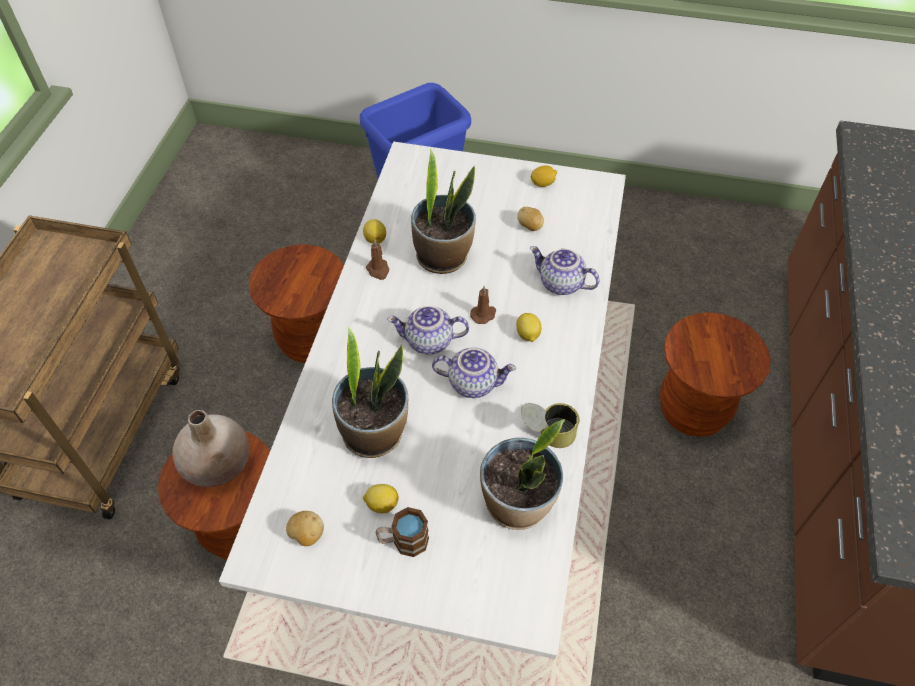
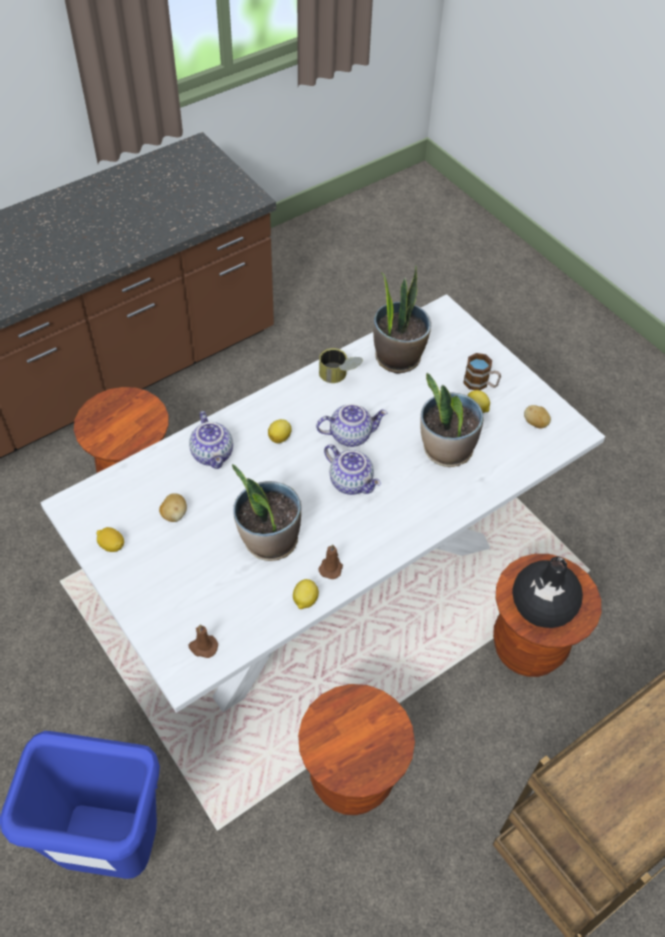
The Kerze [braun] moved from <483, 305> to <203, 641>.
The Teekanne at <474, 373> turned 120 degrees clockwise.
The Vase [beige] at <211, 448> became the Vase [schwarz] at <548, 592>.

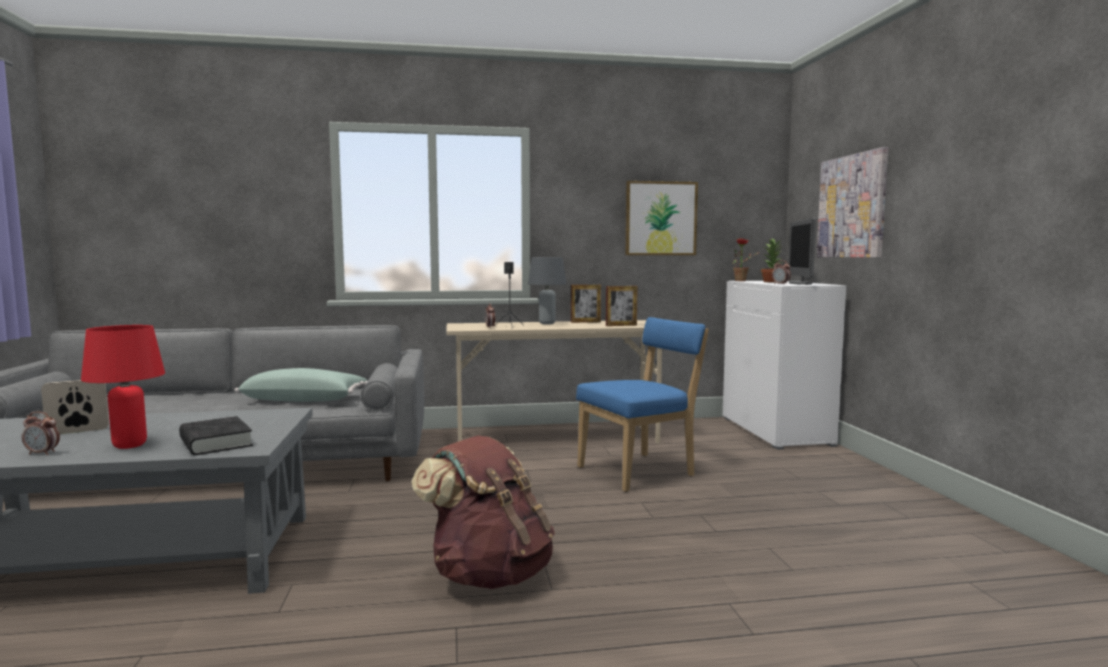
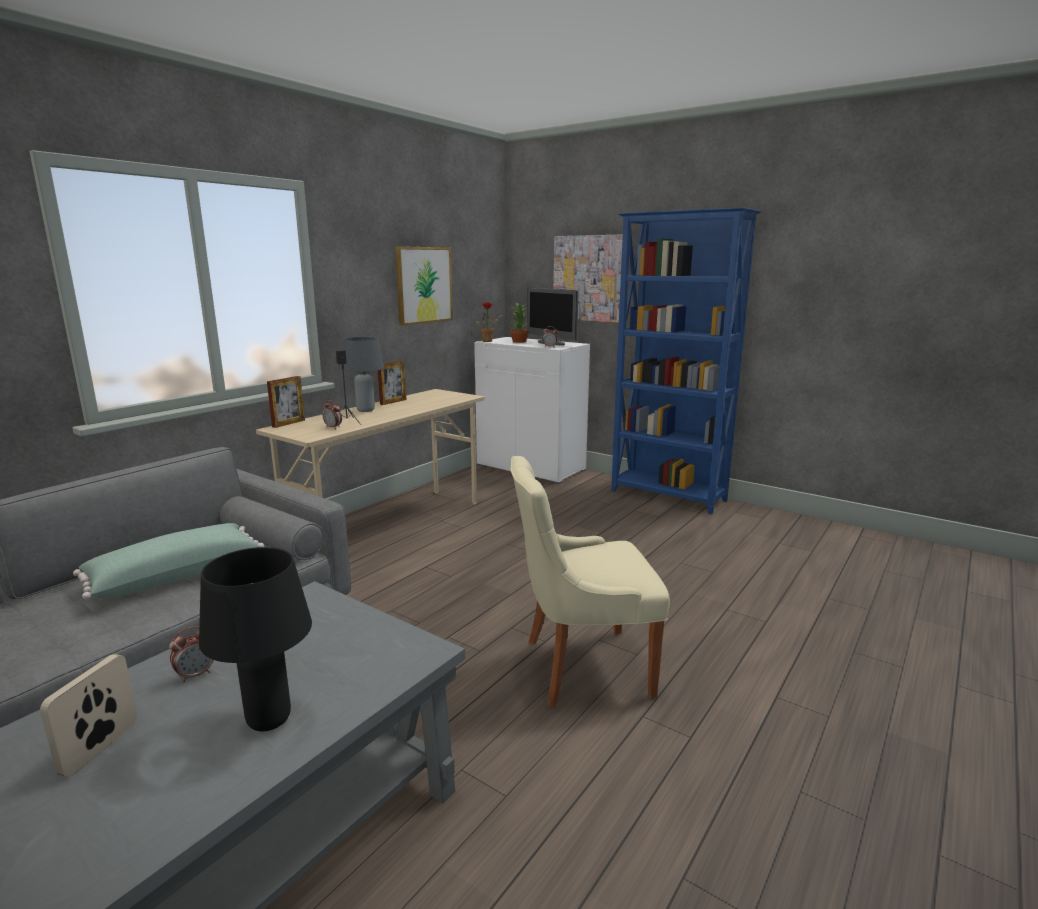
The Wecker moved from <41, 433> to <191, 654>.
The Tischlampe [rot] at <123, 387> became the Tischlampe [schwarz] at <255, 639>.
The Bilderrahmen moved from <622, 306> to <286, 402>.
The Rucksack [braun] at <483, 512> was replaced by the Stuhl [beige] at <590, 581>.
The Bücherregal [blau] at <686, 360> appeared.
The Buch [schwarz] at <216, 435> disappeared.
The Stuhl [blau] at <642, 404> disappeared.

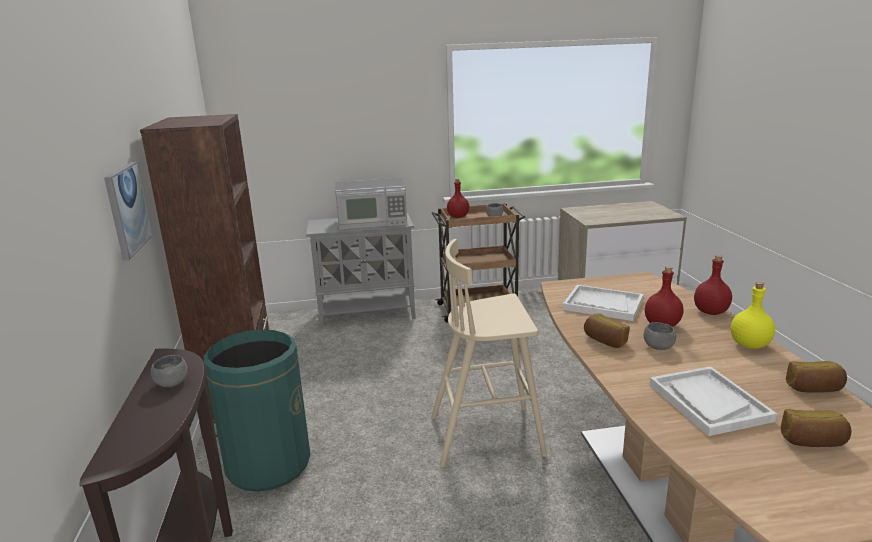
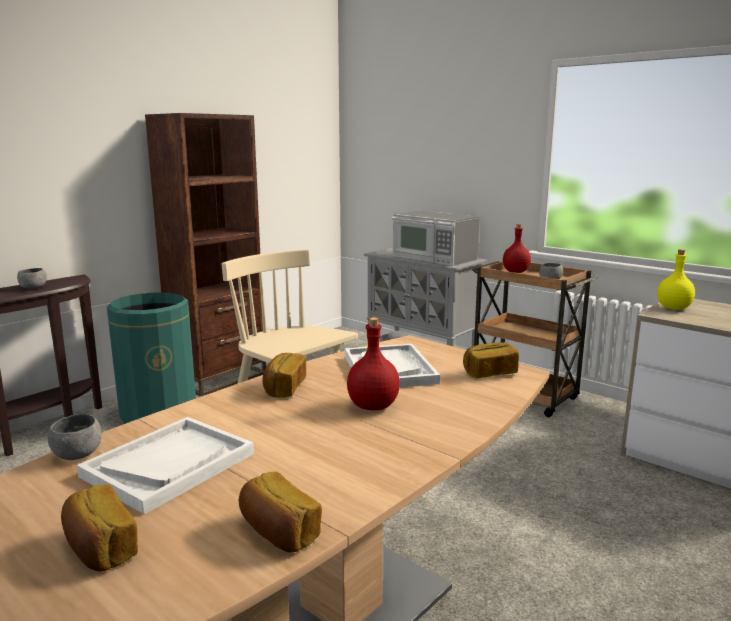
The Schüssel [grau] moved from <660, 336> to <74, 437>.
The Brot at <491, 360> appeared.
The Flasche [gelb] moved from <753, 315> to <676, 279>.
The Bild at <128, 211> disappeared.
The Flasche [rot] at <713, 285> disappeared.

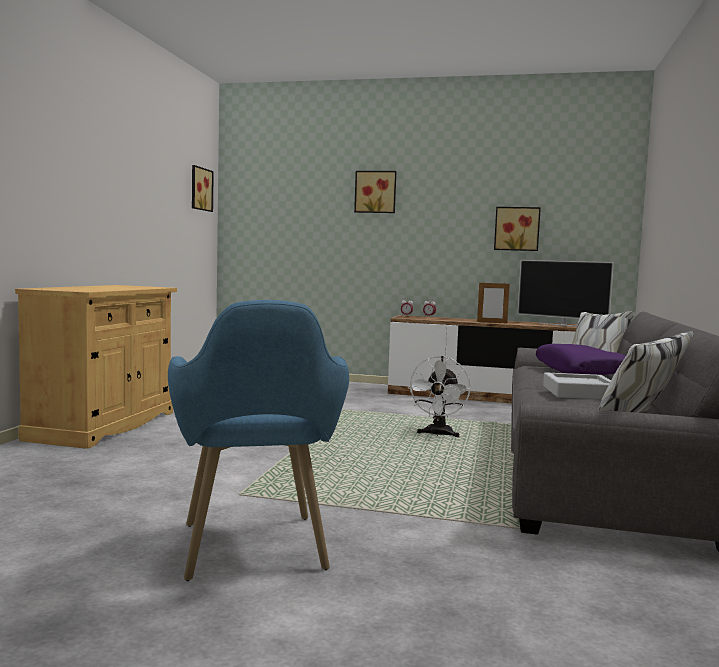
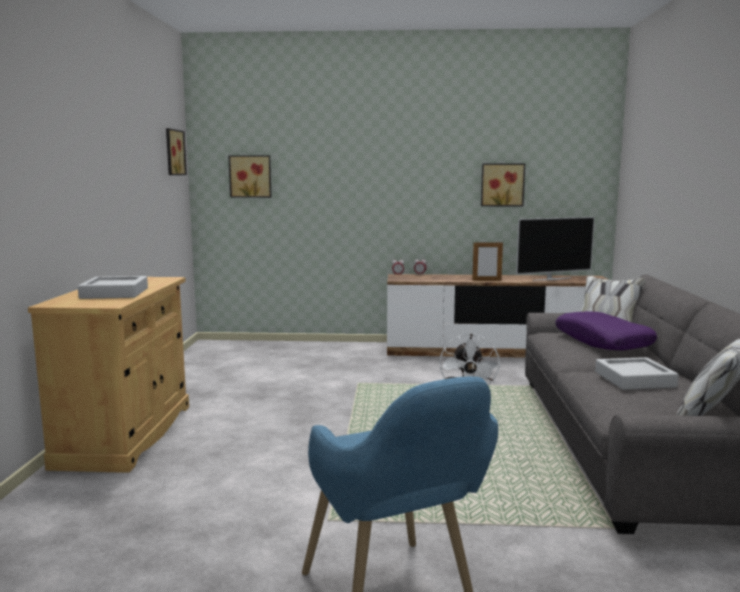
The Tablett [grau] at <113, 287> appeared.
The Bild moved from <375, 192> to <249, 176>.
The Fernseher at <565, 293> turned 45 degrees counterclockwise.

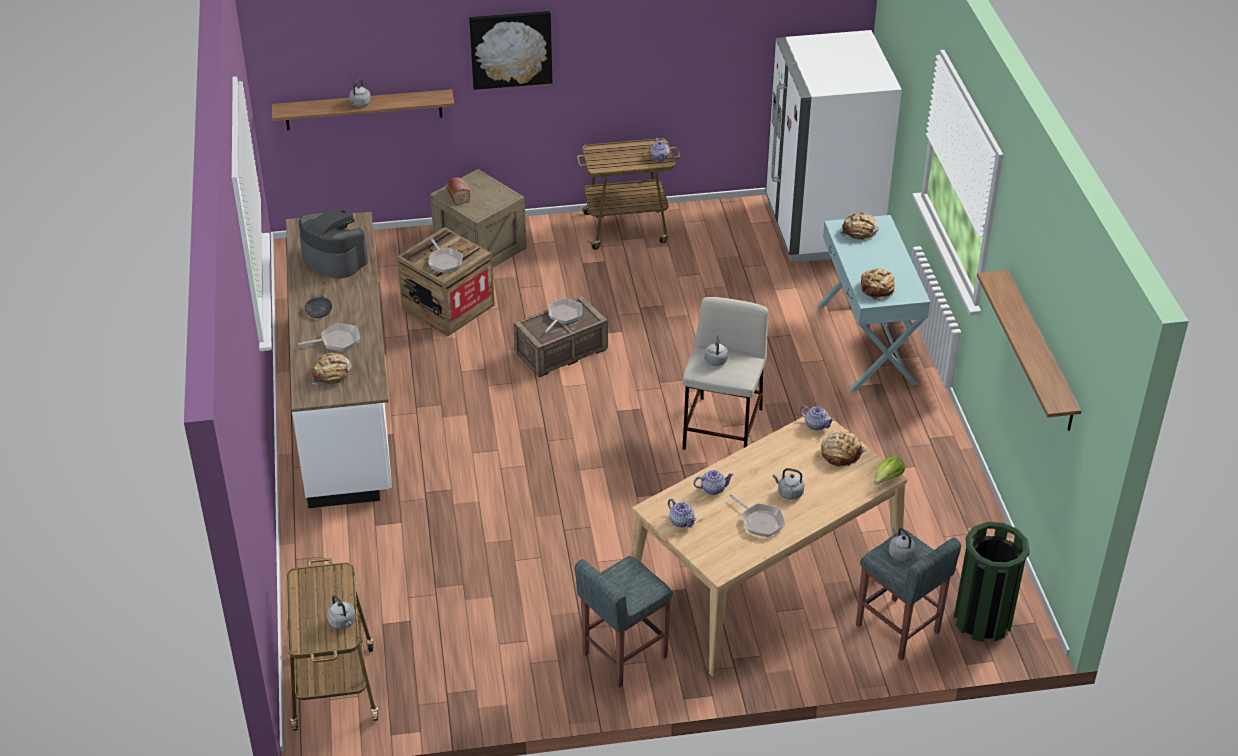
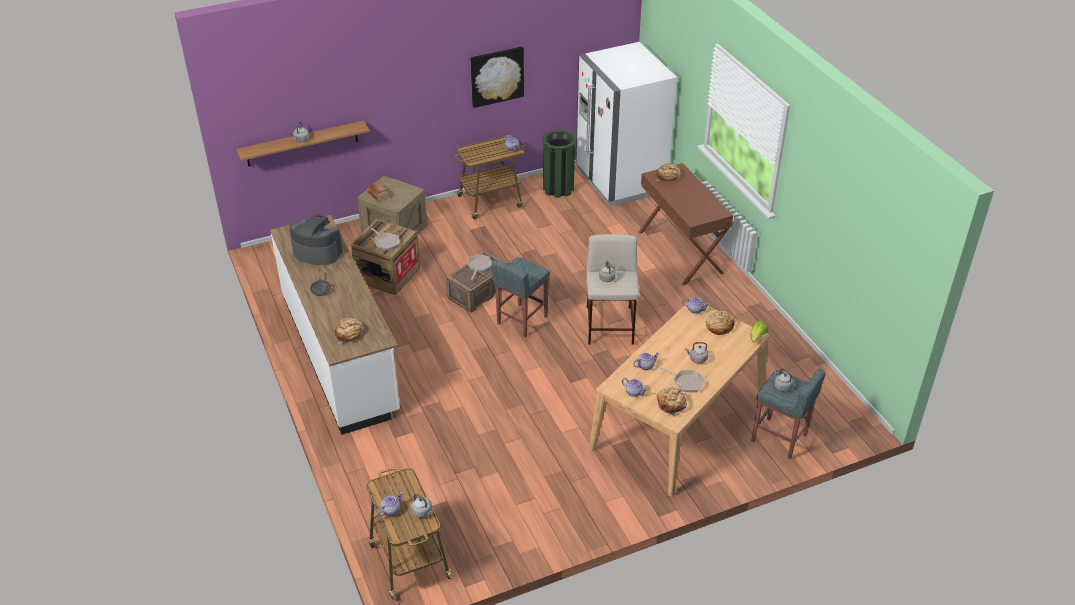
The Teekanne at <390, 504> appeared.
The Bild moved from <511, 50> to <497, 77>.
The Hocker [grau] moved from <624, 622> to <521, 297>.
The Mülleimer [grün] moved from <992, 582> to <559, 164>.
The Konsolentisch [türkis] at <874, 303> became the Konsolentisch [braun] at <686, 224>.
The Brot moved from <878, 284> to <672, 402>.
The Pfanne at <329, 337> disappeared.
The Wandregal at <1029, 350> disappeared.

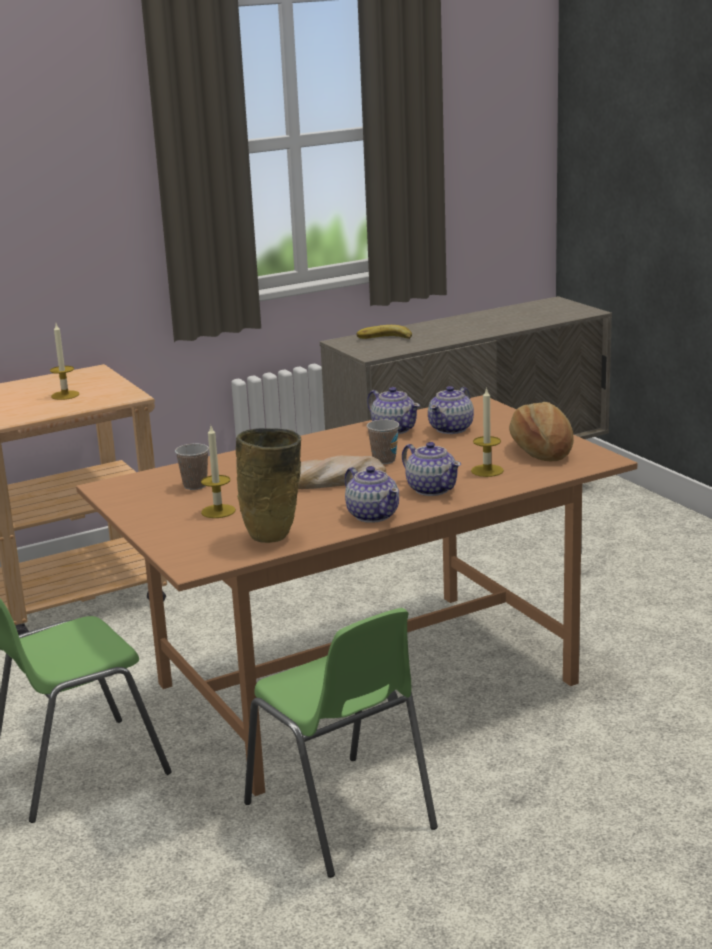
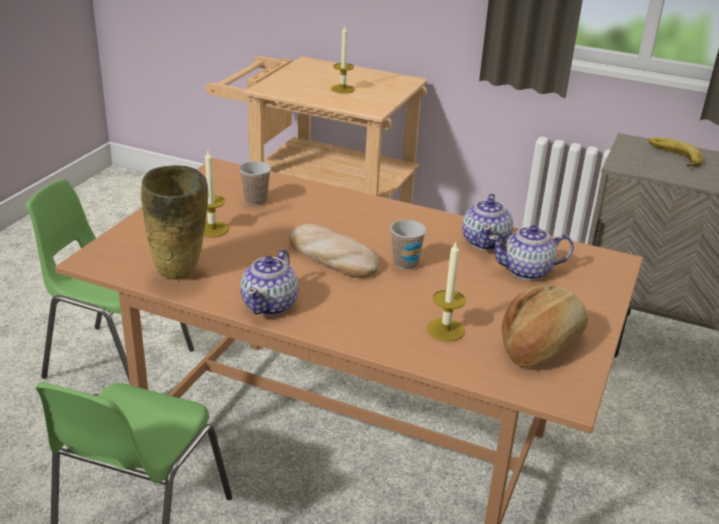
The Teekanne at <431, 469> disappeared.

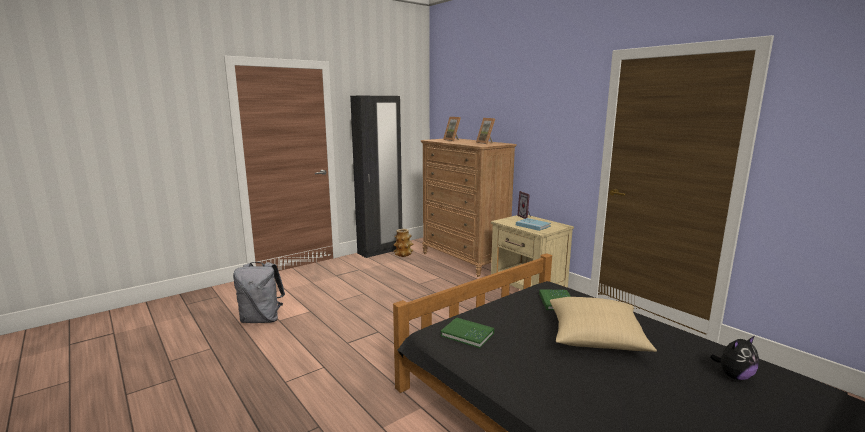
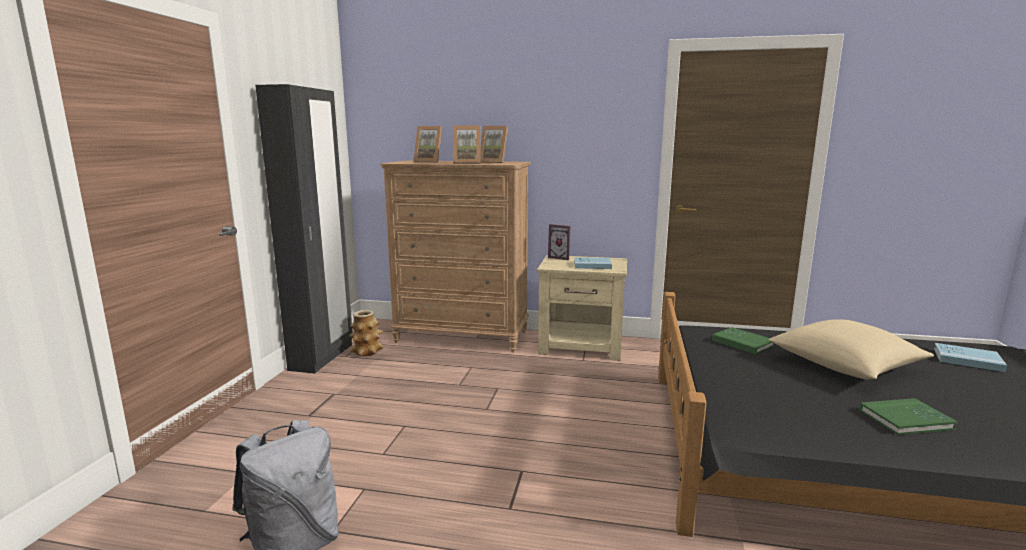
The Bilderrahmen at <466, 145> appeared.
The Buch [grün] moved from <467, 332> to <908, 416>.
The Plüschtier at <734, 358> was replaced by the Buch [blau] at <970, 357>.

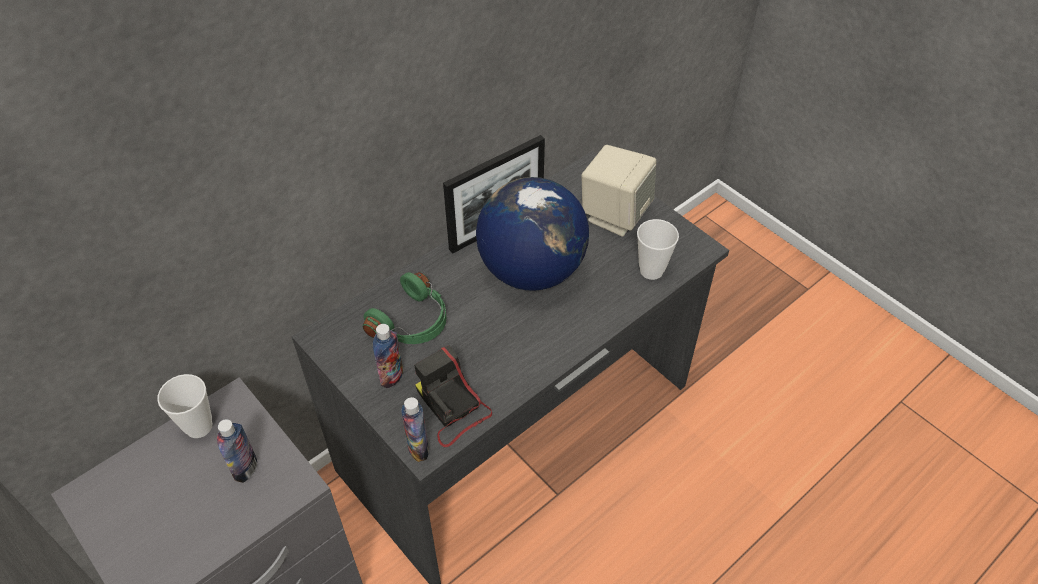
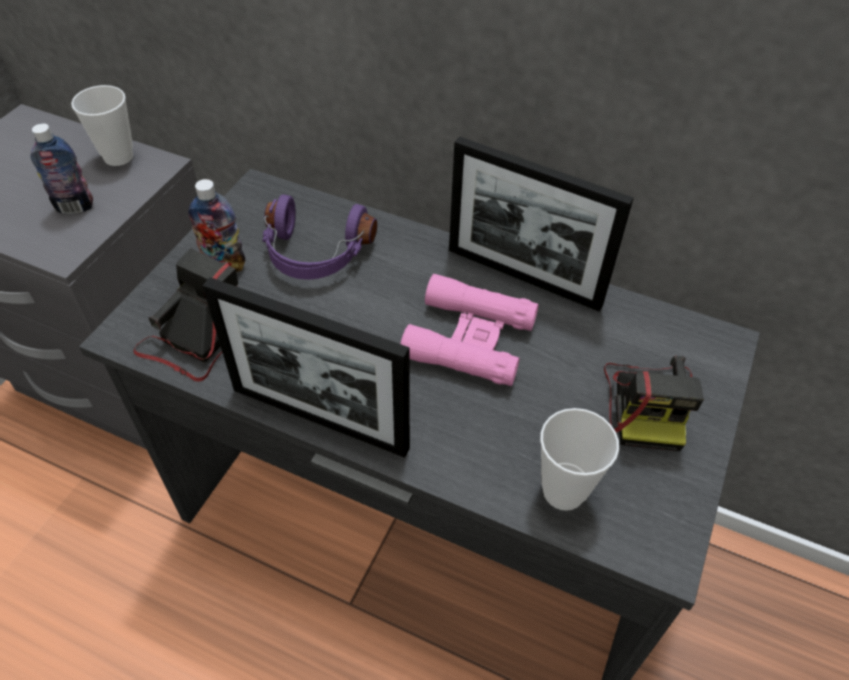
The Bilderrahmen at <306, 367> appeared.
The Kopfhörer [grün] at <404, 308> became the Kopfhörer [lila] at <319, 237>.
The Globus at <532, 234> was replaced by the Fernglas [rosa] at <469, 330>.
The Lautsprecher [beige] at <618, 191> was replaced by the Kamera at <654, 403>.
The Flasche at <415, 429> disappeared.

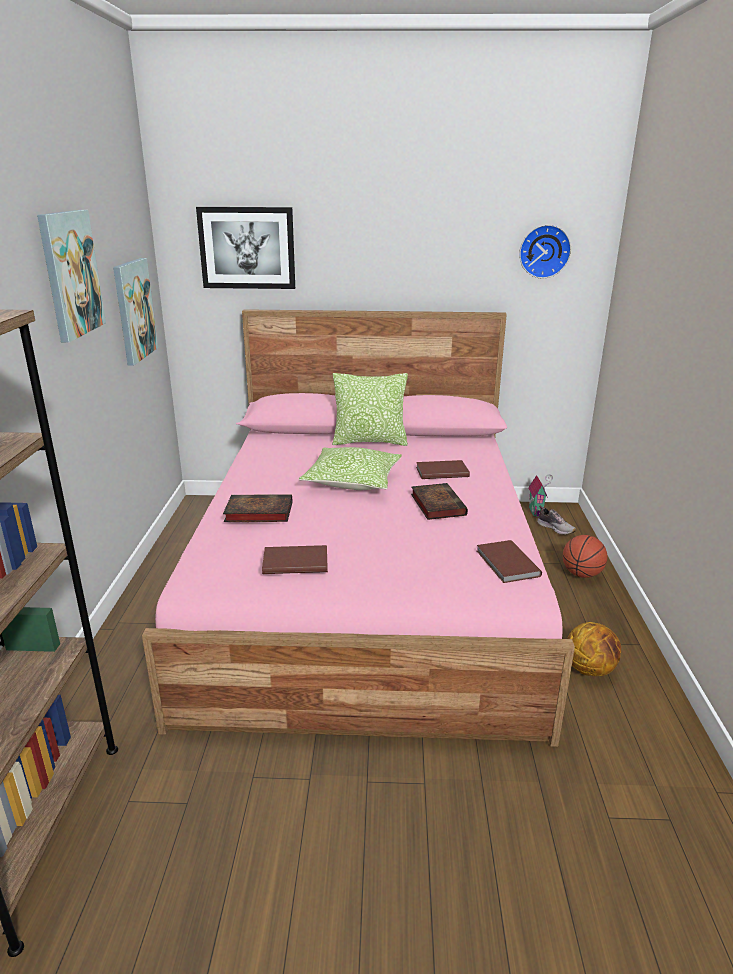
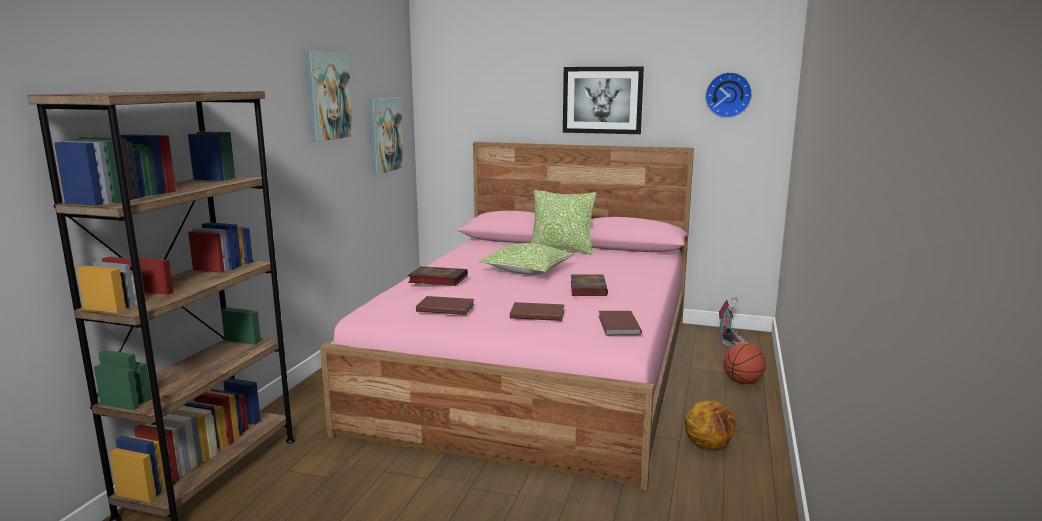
The Buch [braun] moved from <443, 469> to <537, 311>.
The Bild moved from <245, 248> to <603, 100>.

